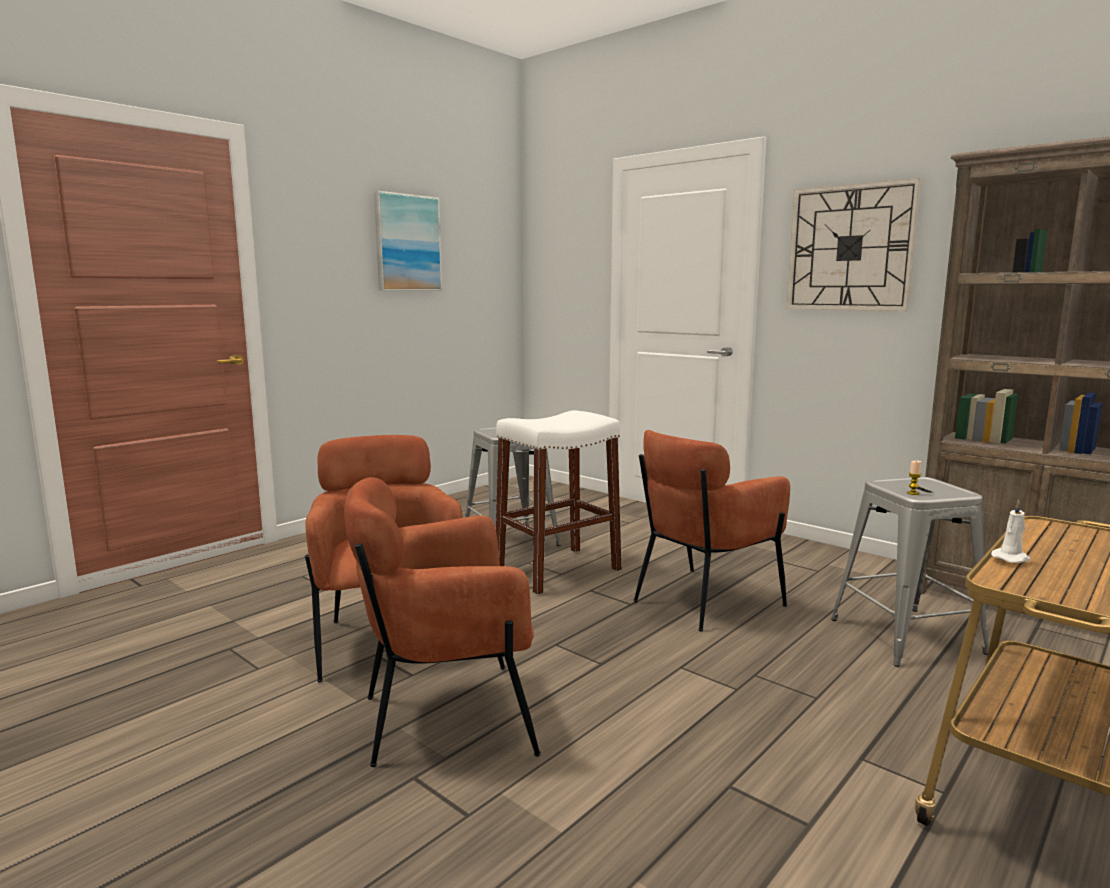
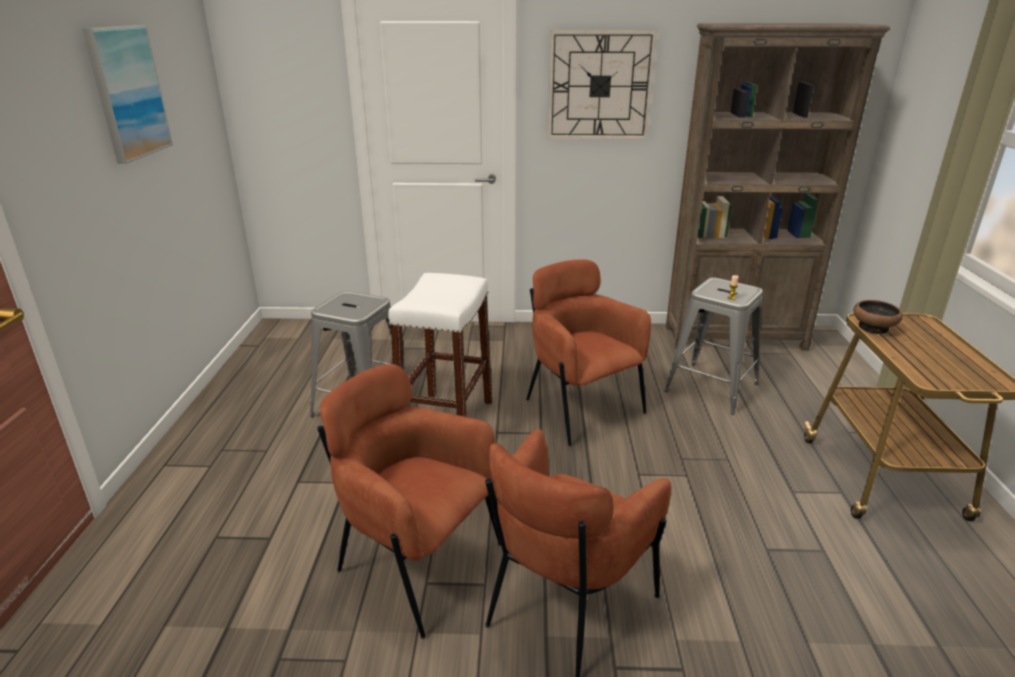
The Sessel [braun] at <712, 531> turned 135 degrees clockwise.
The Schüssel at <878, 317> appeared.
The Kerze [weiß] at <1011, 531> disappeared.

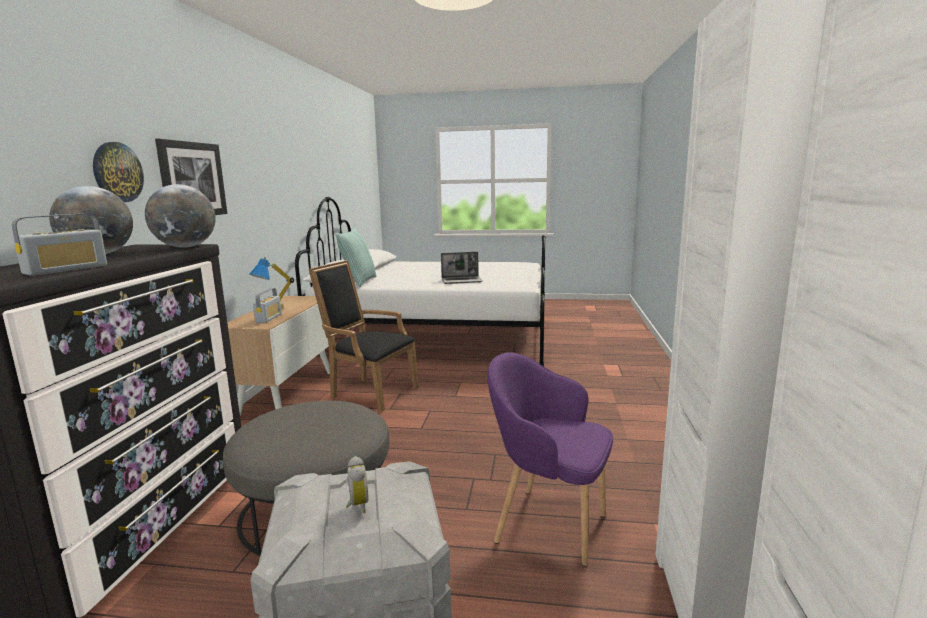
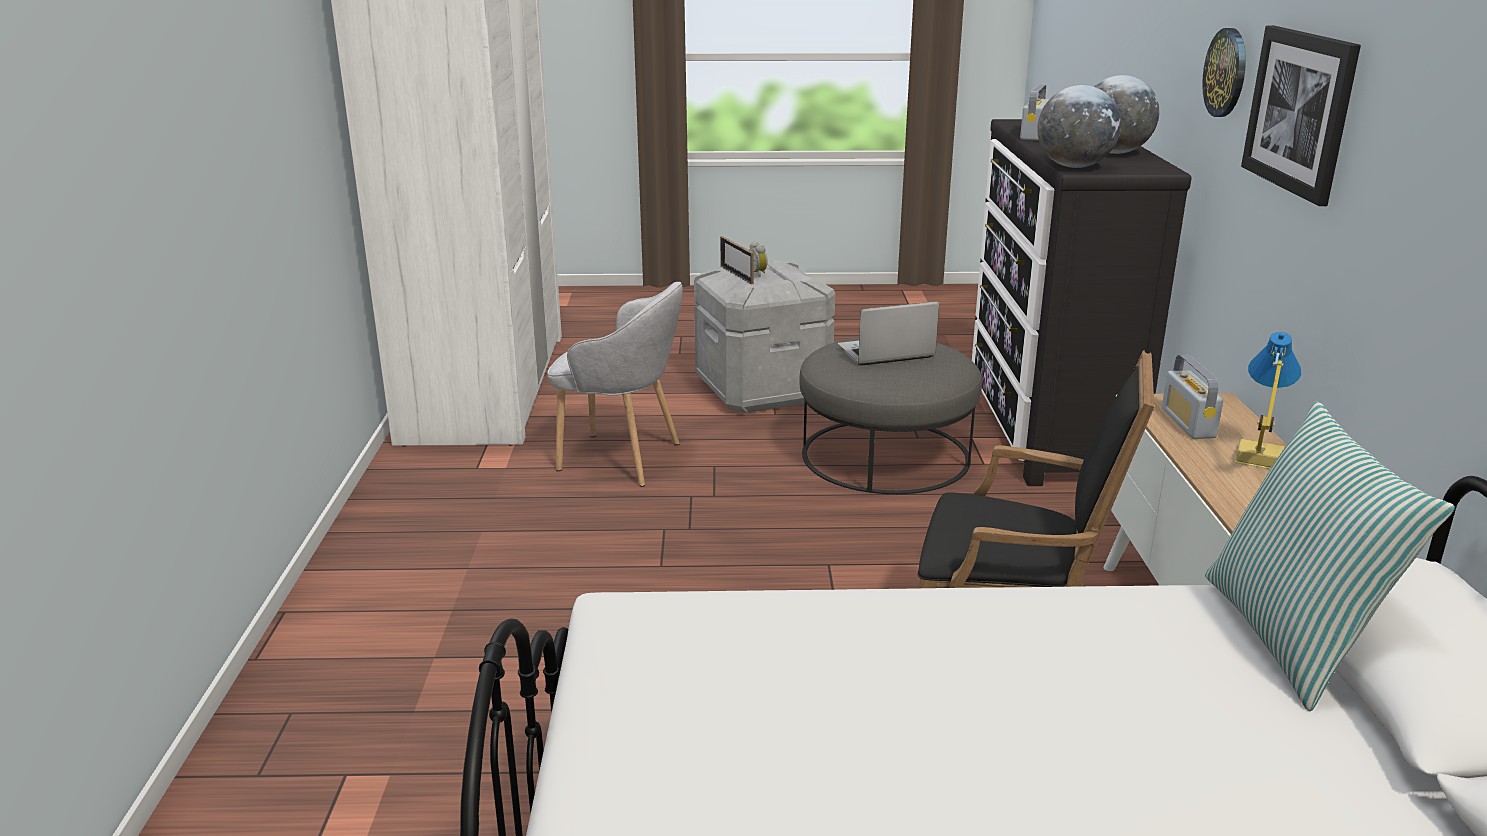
The Sessel [lila] at <550, 459> became the Sessel [grau] at <615, 384>.
The Bilderrahmen at <737, 260> appeared.
The Laptop moved from <462, 268> to <888, 333>.

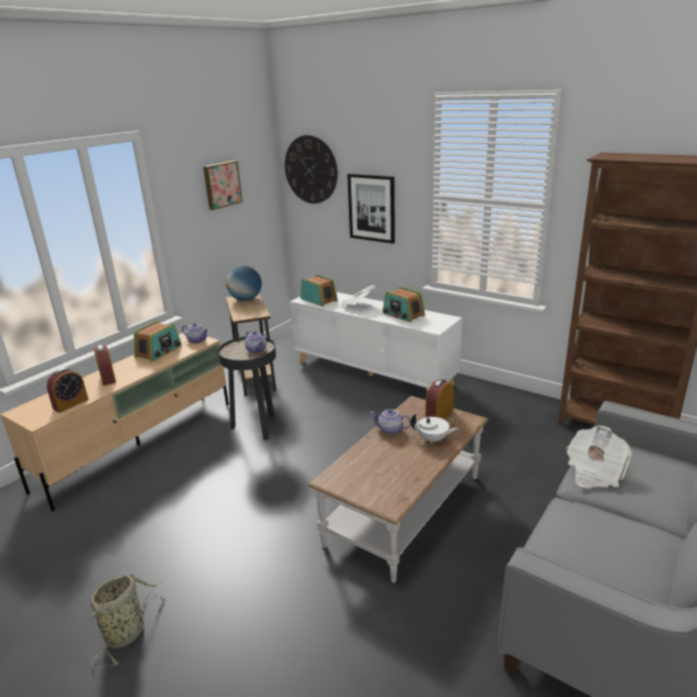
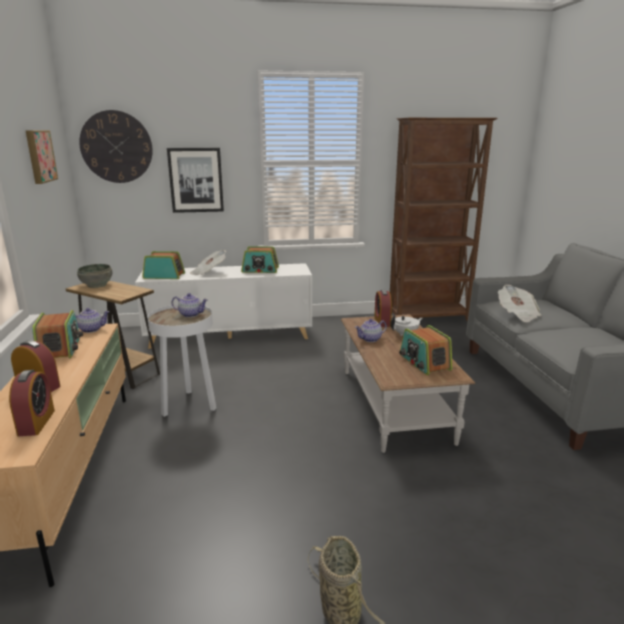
The Globus at <244, 283> was replaced by the Schüssel [grau] at <94, 276>.
The Beistelltisch [schwarz] at <247, 388> became the Beistelltisch [weiß] at <181, 360>.
The Radio at <425, 350> appeared.

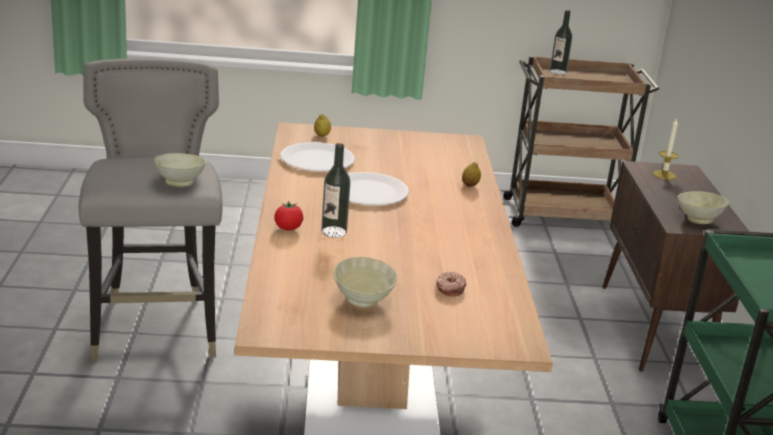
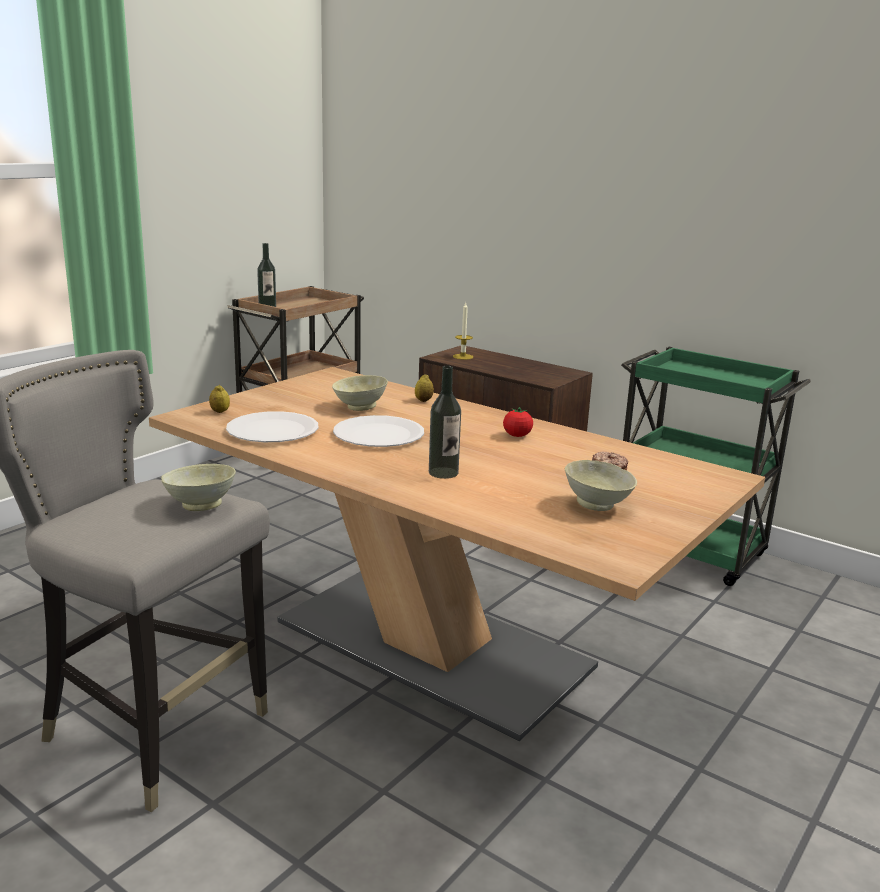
The Schüssel [beige] moved from <703, 207> to <360, 393>.
The Tomate moved from <288, 215> to <518, 422>.

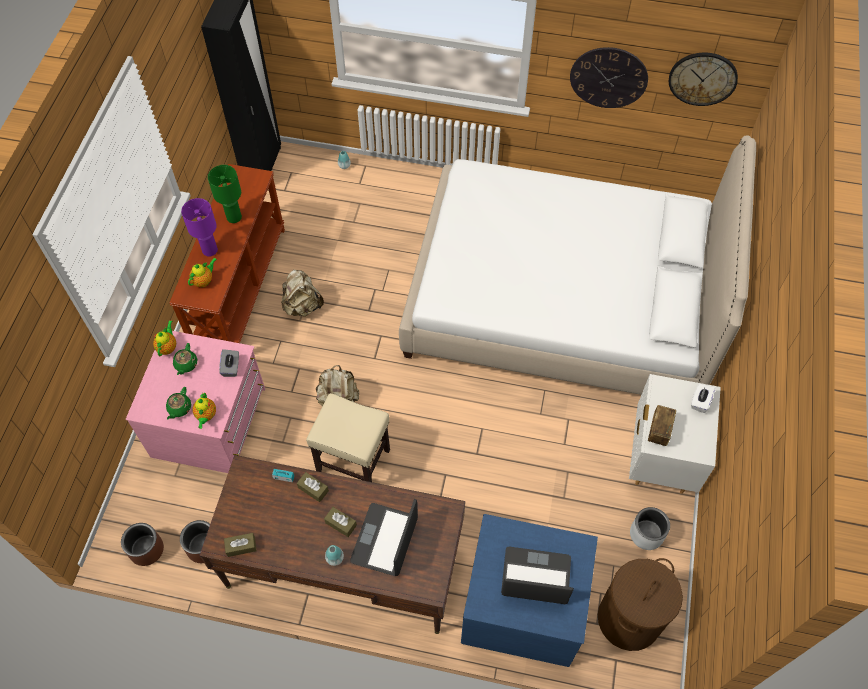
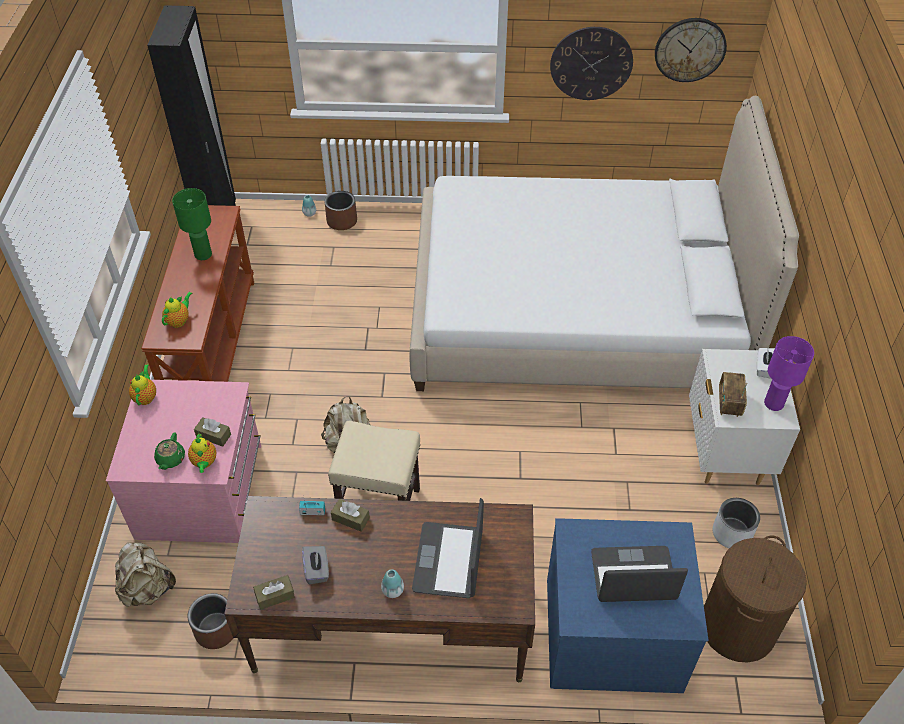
The Rucksack [beige] moved from <302, 293> to <145, 574>.
The Taschentuchbox [braun] moved from <340, 522> to <212, 432>.
The Taschentuchbox [grau] moved from <229, 363> to <315, 565>.
The Pflanzkübel [braun] moved from <142, 544> to <341, 210>.
The Tischlampe [lila] moved from <199, 227> to <789, 373>.
The Teekanne [grün] at <185, 359> disappeared.

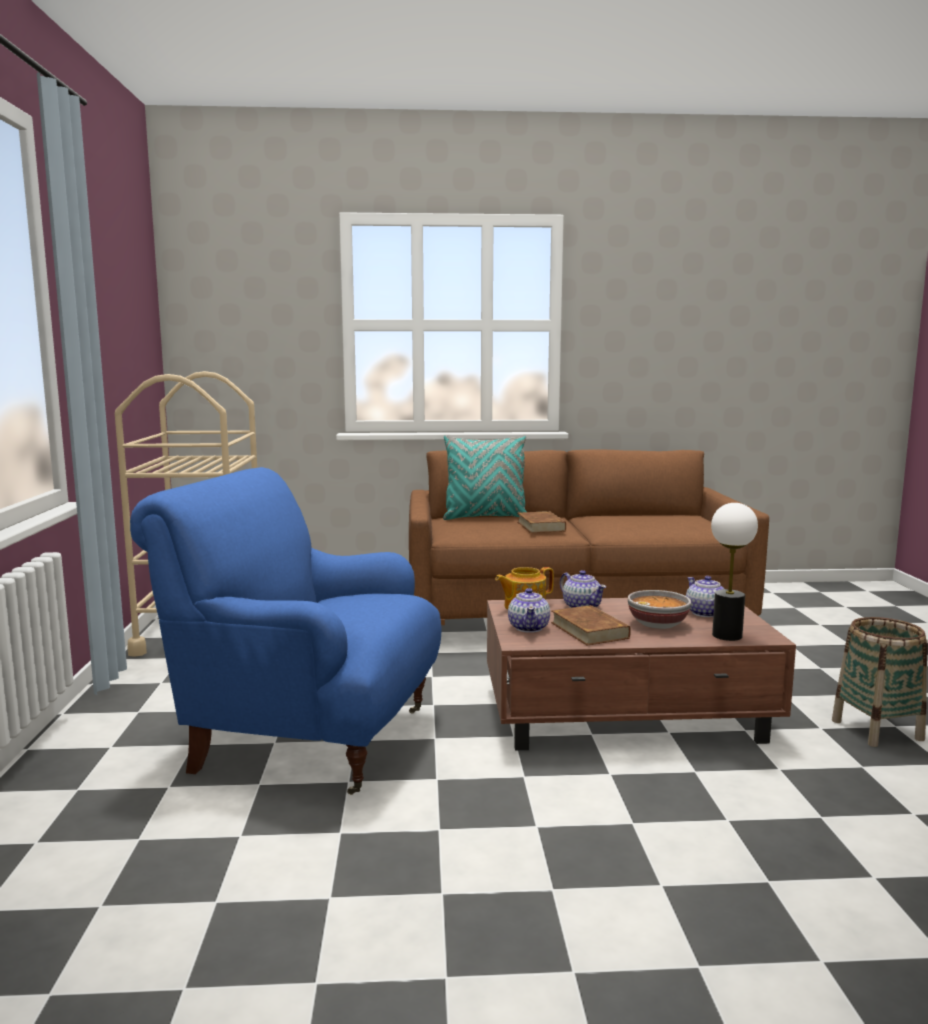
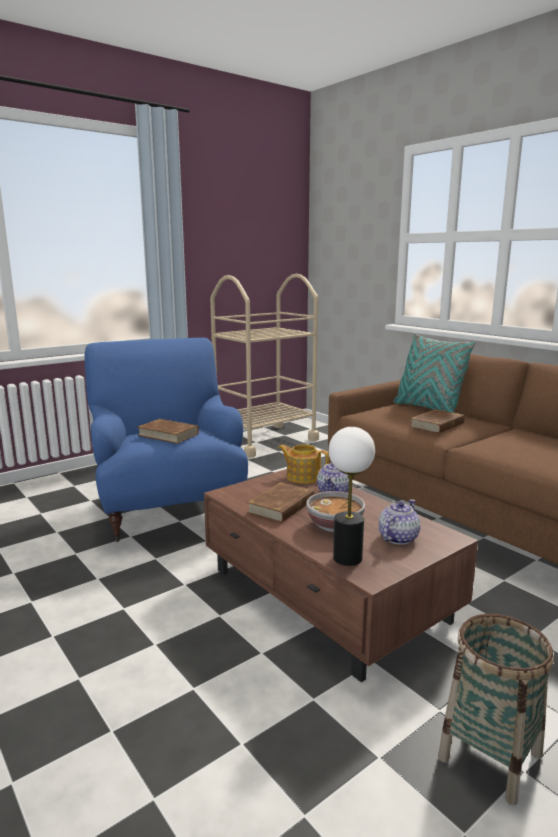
The Buch [braun] at <168, 431> appeared.
The Teekanne at <529, 610> disappeared.

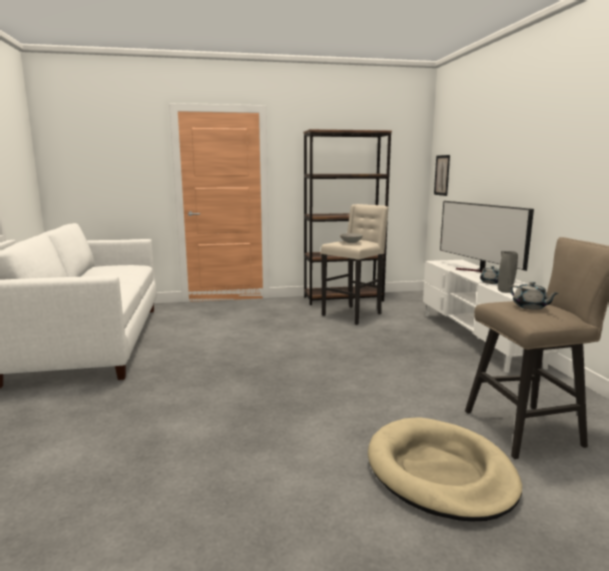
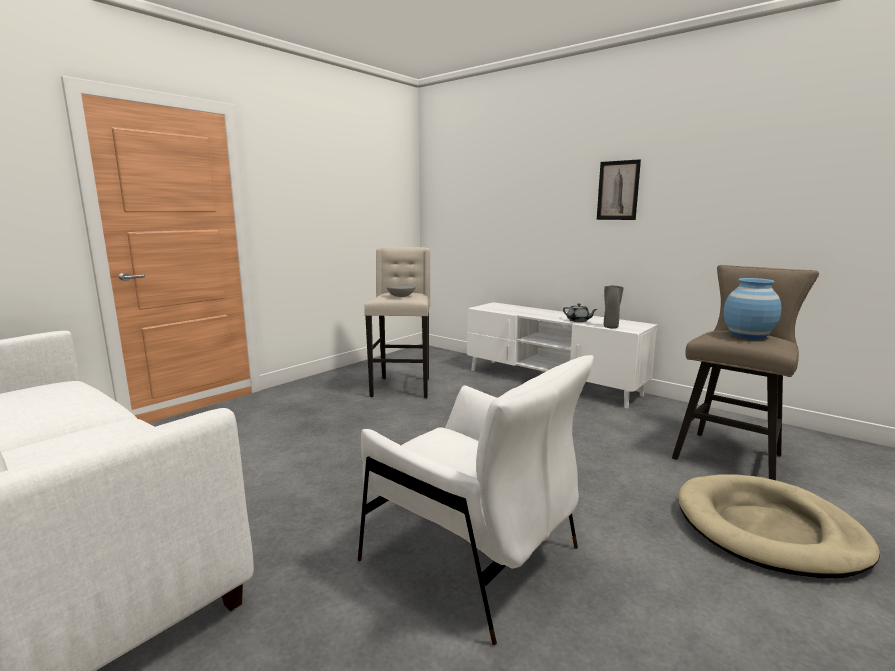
The Sessel [weiß] at <476, 500> appeared.
The Bild moved from <442, 175> to <619, 189>.
The Teekanne [grau] at <534, 296> was replaced by the Vase [blau] at <753, 308>.
The Bücherregal [braun] at <348, 217> disappeared.
The Fernseher at <487, 237> disappeared.

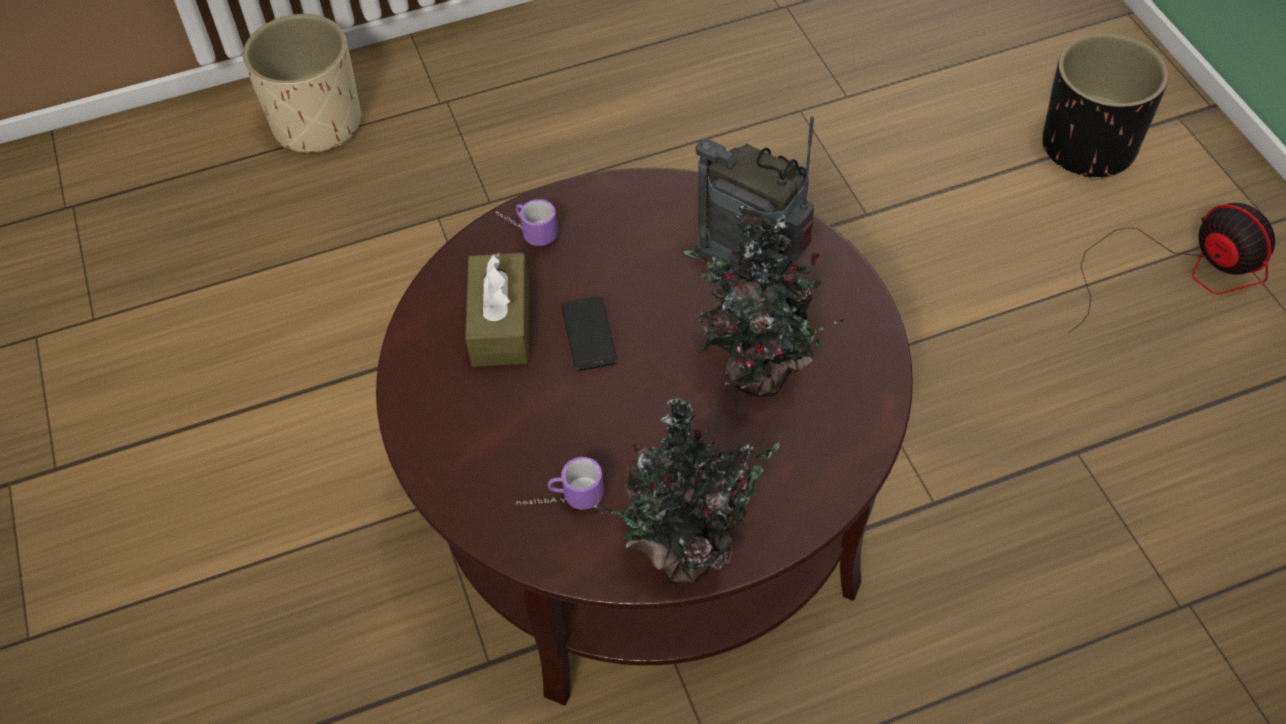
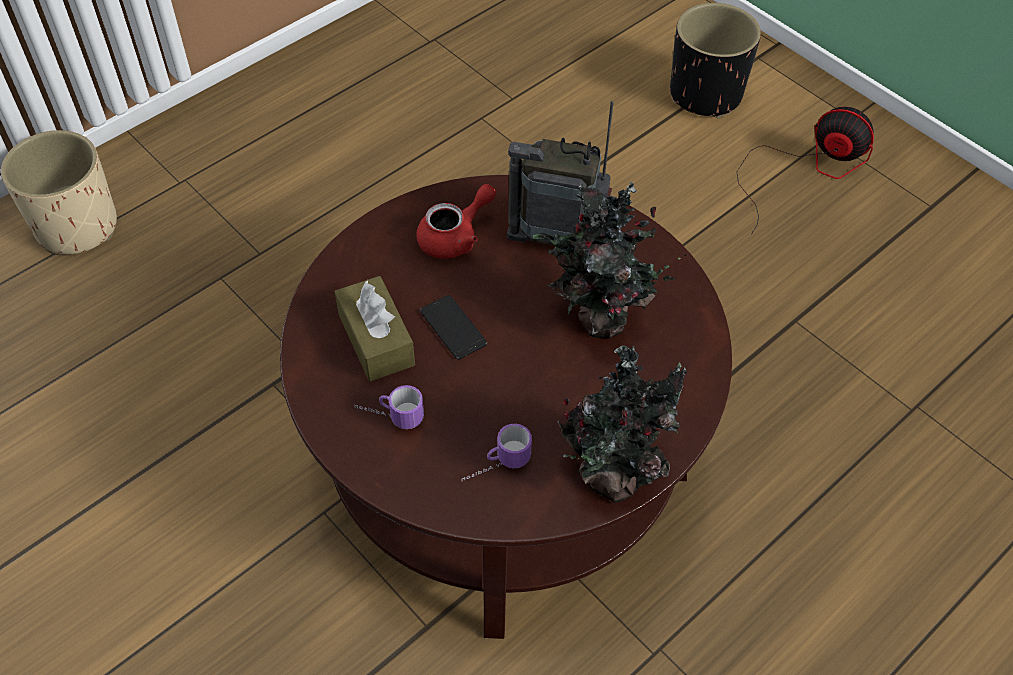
The Henkelbecher moved from <527, 222> to <389, 407>.
The Teekanne [rot] at <456, 221> appeared.

